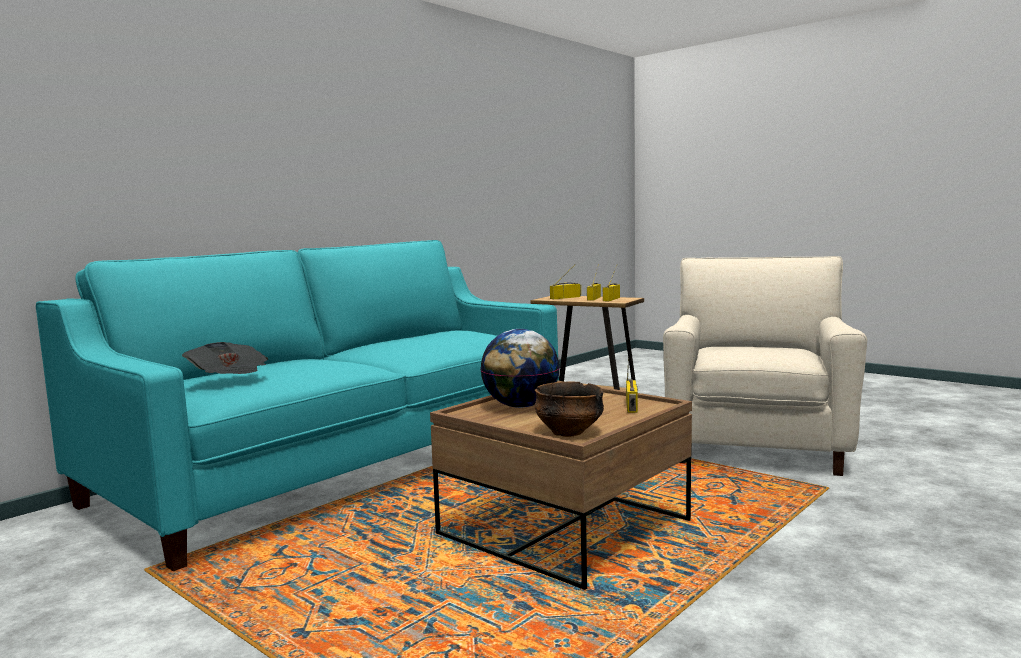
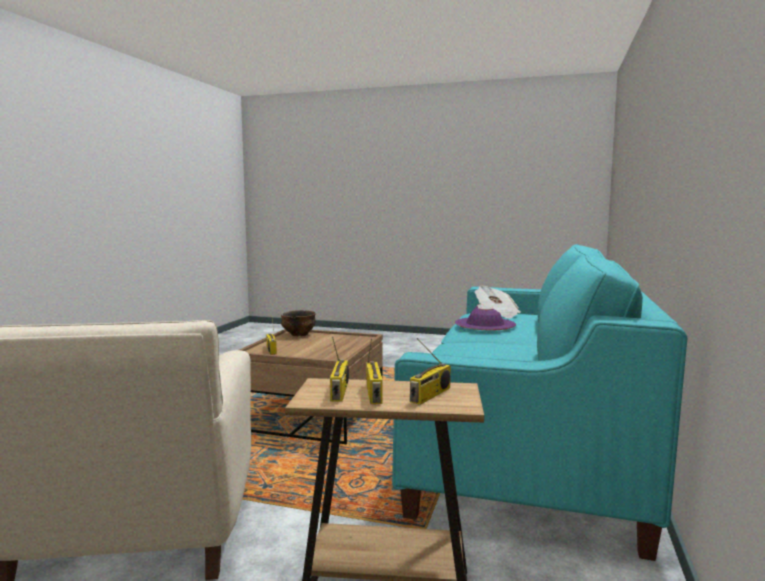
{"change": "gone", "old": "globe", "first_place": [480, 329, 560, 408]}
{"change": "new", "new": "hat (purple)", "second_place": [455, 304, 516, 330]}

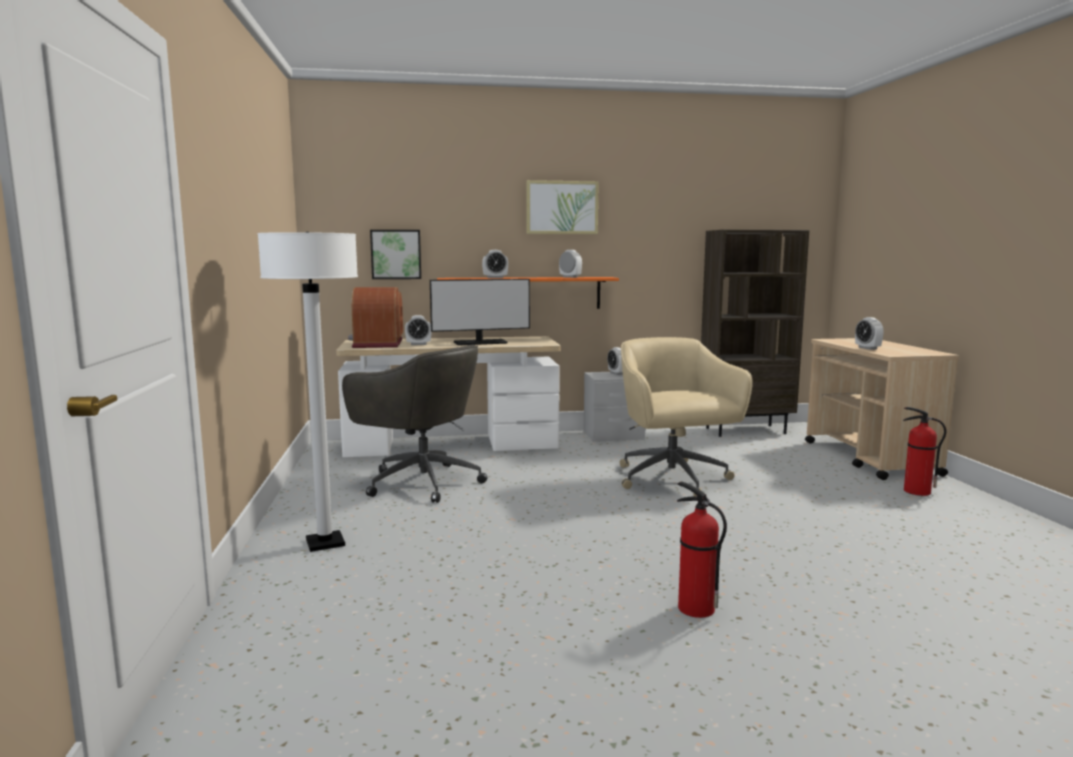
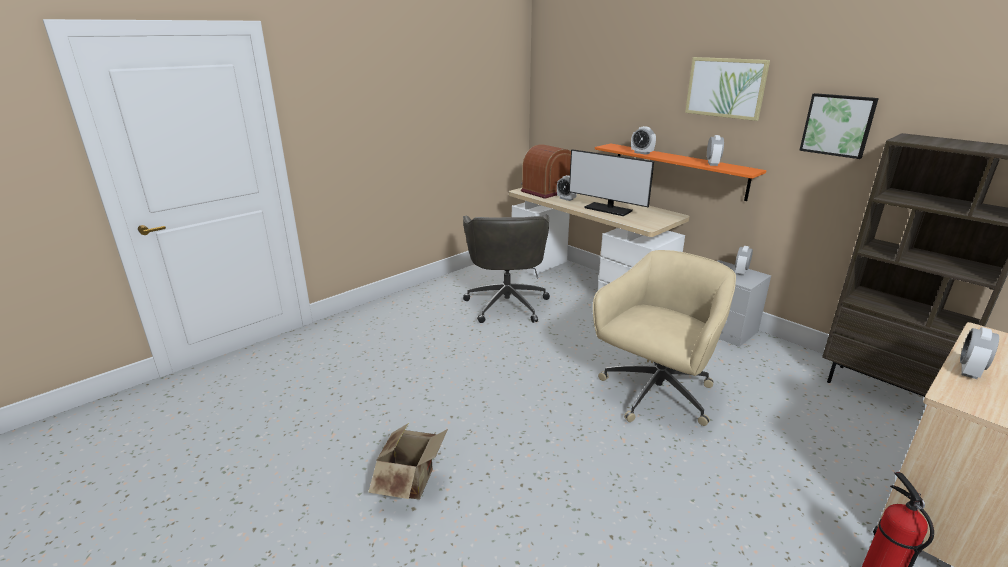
{"change": "gone", "old": "floor lamp (white)", "first_place": [257, 232, 358, 552]}
{"change": "shifted", "old": "picture", "first_place": [370, 230, 421, 279], "second_place": [799, 93, 879, 159]}
{"change": "swapped", "old": "fire extinguisher", "new": "cardboard box", "first_place": [677, 482, 727, 618], "second_place": [368, 424, 448, 500]}

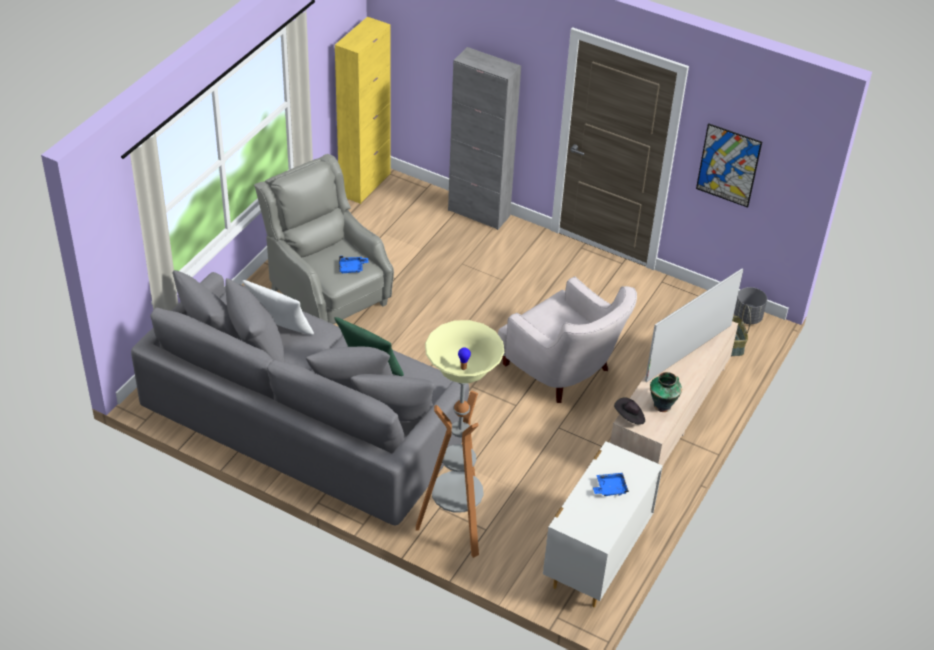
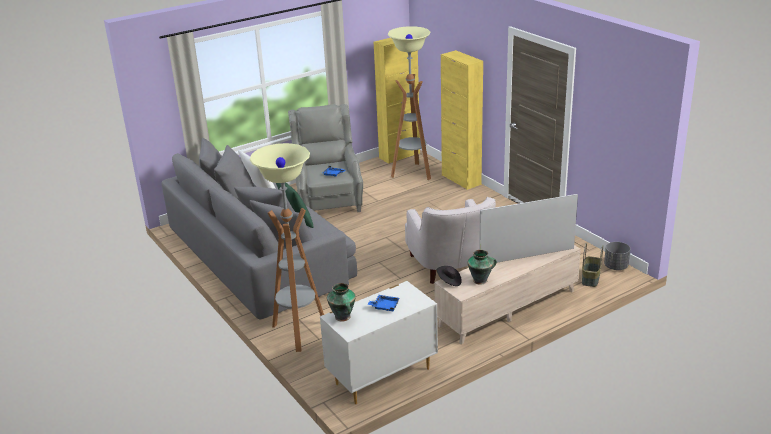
{"change": "repainted", "old": "cabinet (grey)", "new": "cabinet (yellow)", "first_place": [448, 47, 521, 230], "second_place": [441, 50, 483, 190]}
{"change": "gone", "old": "picture", "first_place": [696, 123, 762, 208]}
{"change": "new", "new": "vase", "second_place": [327, 283, 356, 322]}
{"change": "new", "new": "floor lamp", "second_place": [387, 26, 431, 180]}

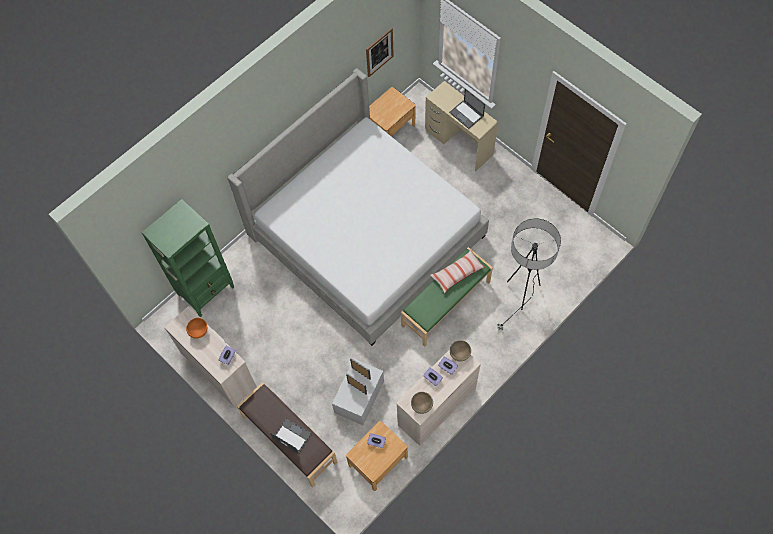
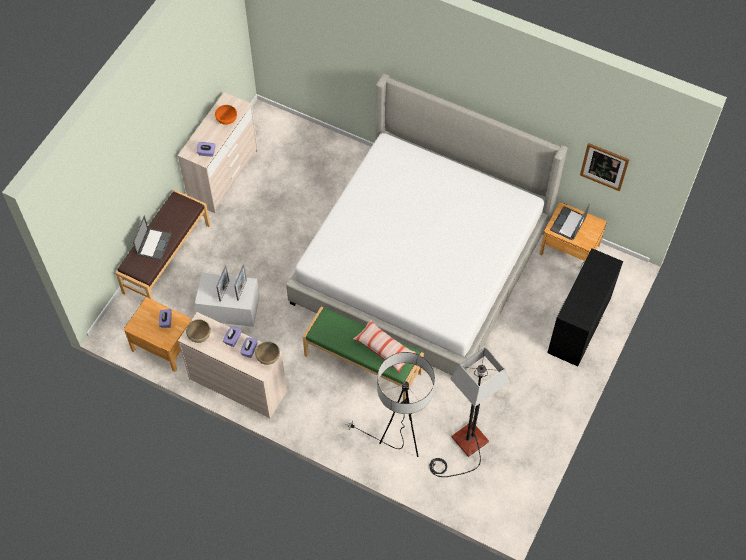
{"change": "gone", "old": "bookcase (green)", "first_place": [142, 199, 234, 317]}
{"change": "repainted", "old": "desk (beige)", "new": "desk (black)", "first_place": [425, 81, 498, 171], "second_place": [547, 248, 623, 367]}
{"change": "shifted", "old": "laptop", "first_place": [449, 89, 485, 129], "second_place": [550, 204, 590, 241]}
{"change": "new", "new": "floor lamp", "second_place": [430, 347, 509, 477]}

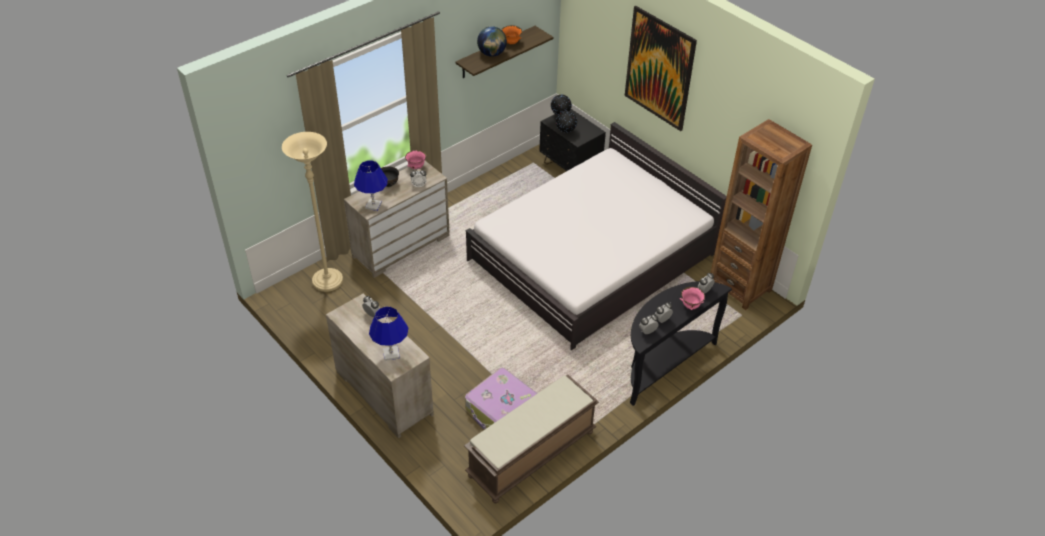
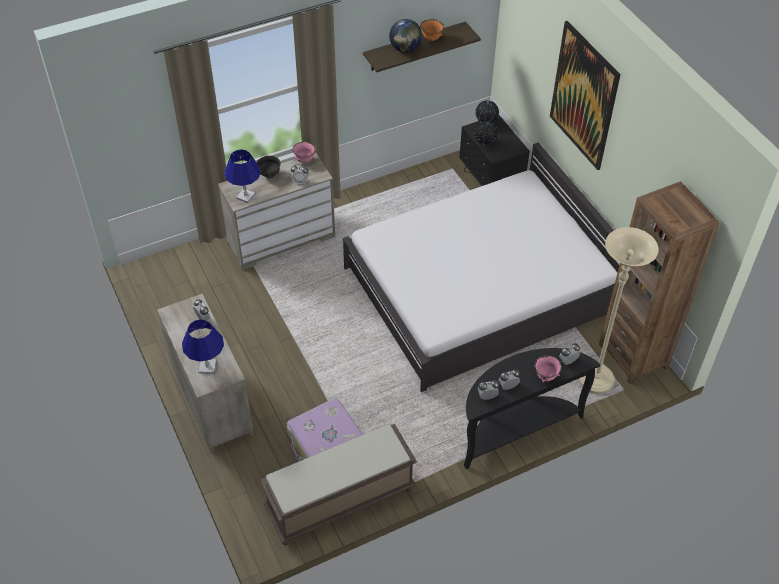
{"change": "shifted", "old": "floor lamp (beige)", "first_place": [282, 132, 343, 292], "second_place": [579, 227, 659, 394]}

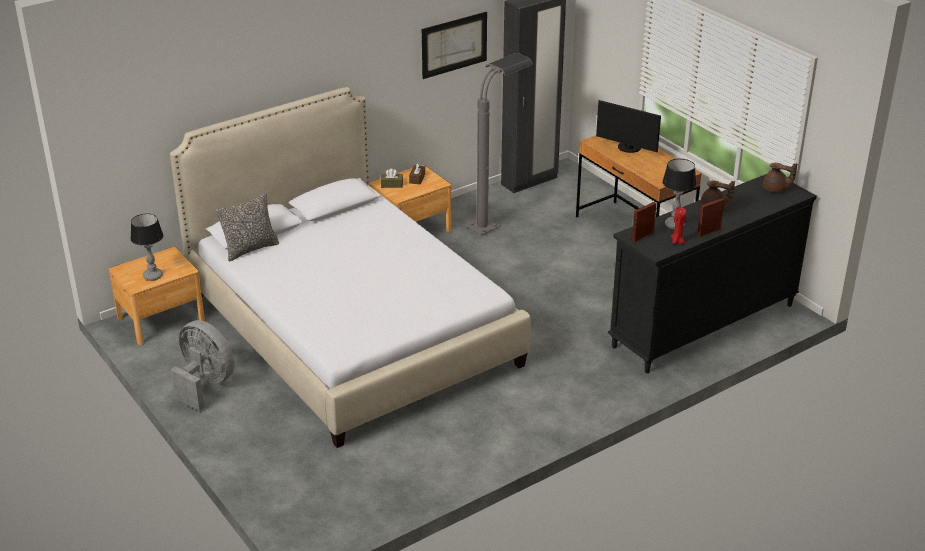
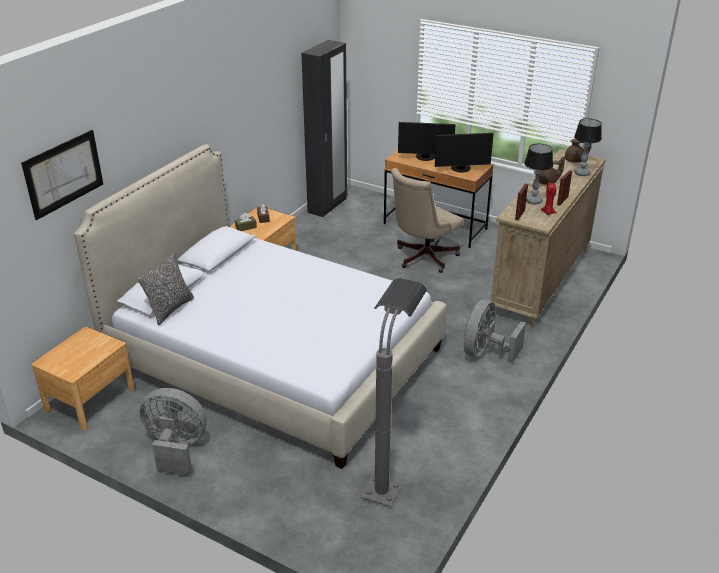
{"change": "shifted", "old": "table lamp", "first_place": [130, 213, 163, 281], "second_place": [574, 118, 602, 176]}
{"change": "shifted", "old": "picture", "first_place": [422, 12, 487, 79], "second_place": [21, 130, 103, 220]}
{"change": "shifted", "old": "floor lamp (grey)", "first_place": [464, 53, 533, 235], "second_place": [360, 278, 427, 507]}
{"change": "repainted", "old": "dresser (black)", "new": "dresser (beige)", "first_place": [607, 174, 817, 373], "second_place": [490, 149, 606, 328]}
{"change": "new", "new": "office chair (beige)", "second_place": [391, 168, 463, 273]}
{"change": "new", "new": "monitor", "second_place": [435, 133, 494, 173]}
{"change": "new", "new": "fan (grey)", "second_place": [464, 299, 526, 363]}

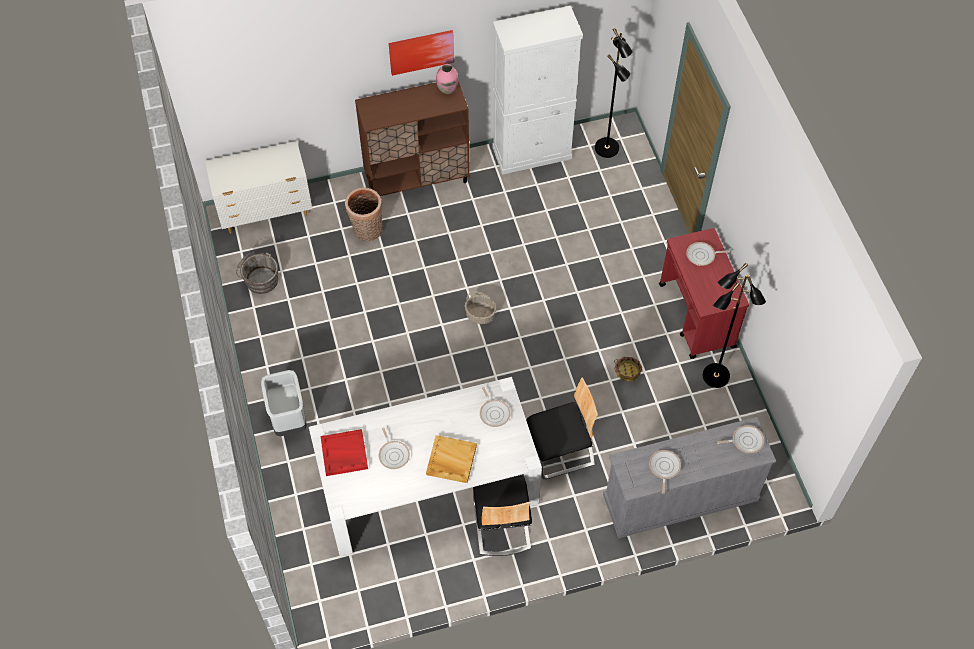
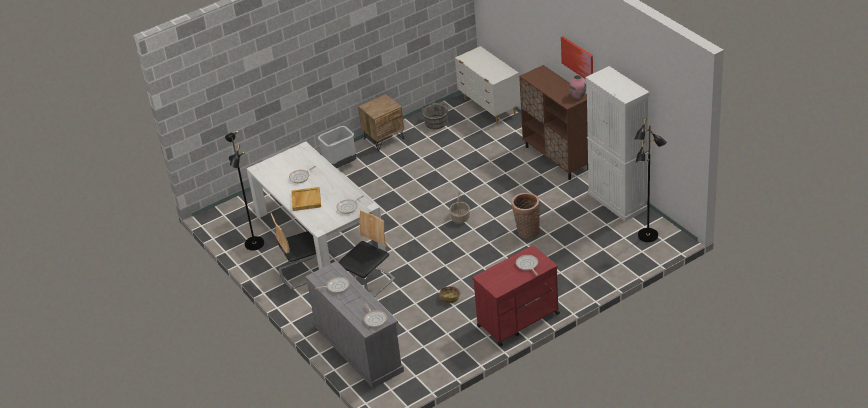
{"change": "gone", "old": "tray (red)", "first_place": [320, 429, 368, 476]}
{"change": "shifted", "old": "basket", "first_place": [345, 188, 383, 242], "second_place": [511, 193, 540, 239]}
{"change": "rotated", "old": "chair", "first_place": [526, 377, 598, 479], "second_place": [339, 210, 396, 297], "degrees": -105}
{"change": "shifted", "old": "floor lamp (black)", "first_place": [703, 263, 766, 388], "second_place": [225, 131, 264, 251]}
{"change": "new", "new": "nightstand (brown)", "second_place": [358, 94, 404, 151]}

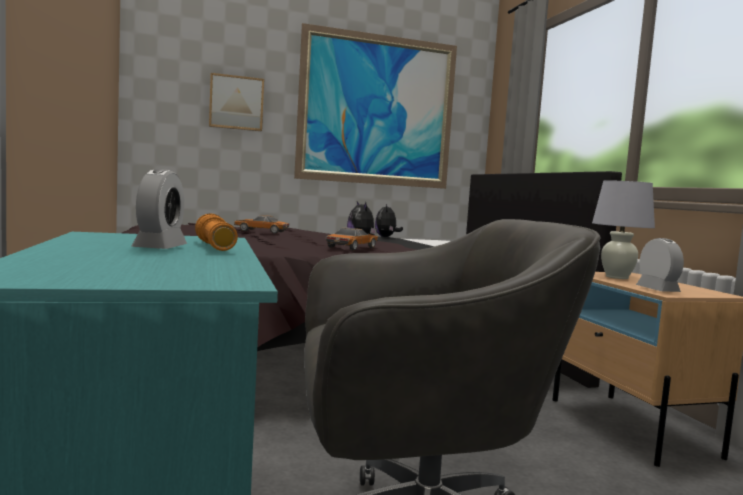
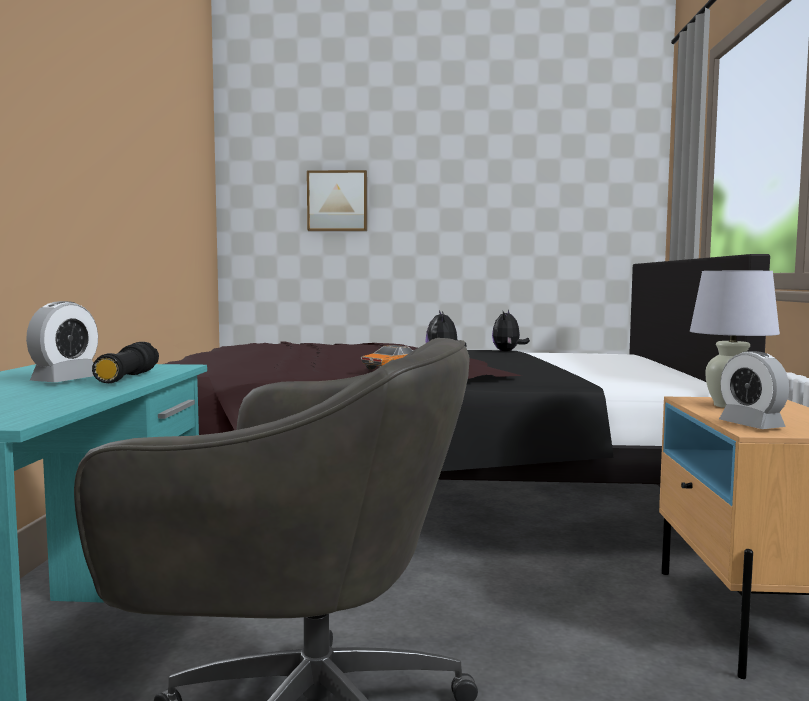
{"change": "repainted", "old": "flashlight (orange)", "new": "flashlight (black)", "first_place": [195, 213, 238, 251], "second_place": [92, 342, 159, 383]}
{"change": "gone", "old": "toy car", "first_place": [234, 215, 289, 234]}
{"change": "gone", "old": "picture", "first_place": [294, 23, 457, 189]}
{"change": "rotated", "old": "alarm clock", "first_place": [636, 238, 684, 292], "second_place": [719, 351, 789, 429], "degrees": 150}

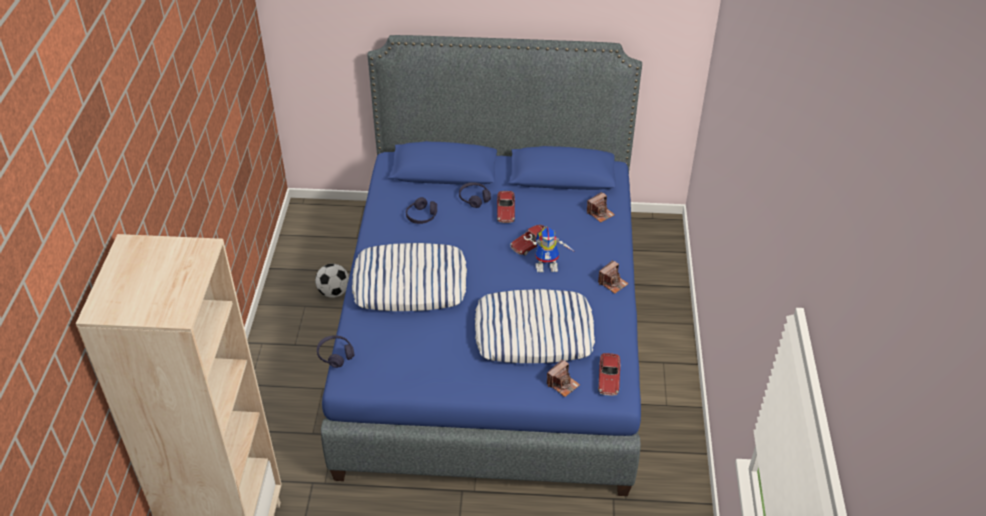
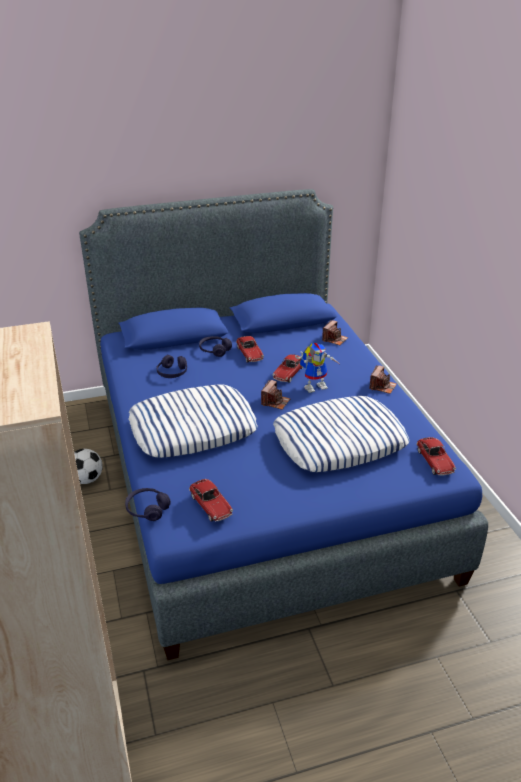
{"change": "shifted", "old": "photo camera", "first_place": [547, 359, 580, 397], "second_place": [261, 380, 290, 410]}
{"change": "new", "new": "toy car", "second_place": [189, 479, 233, 522]}

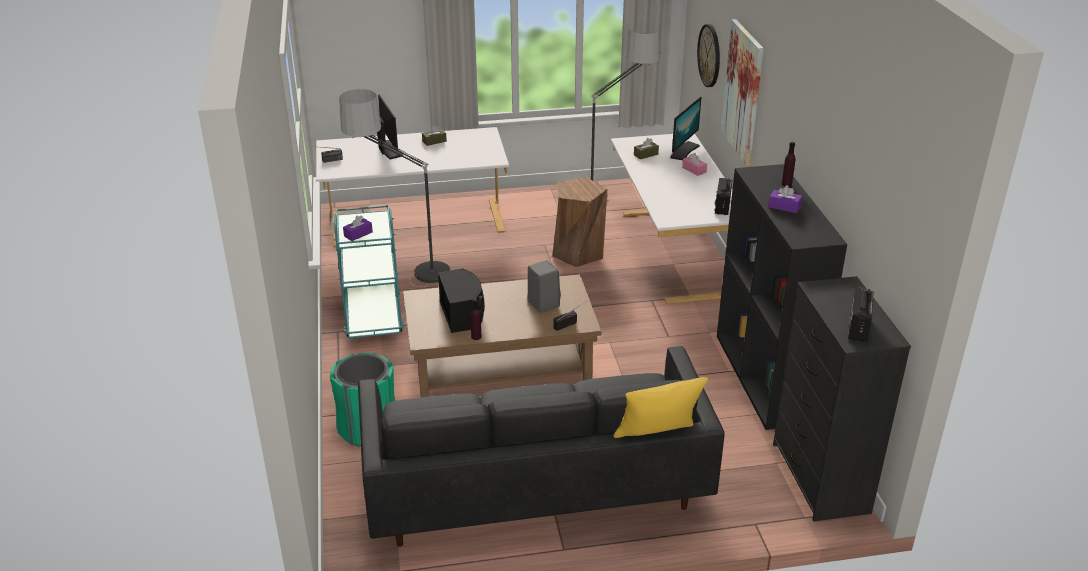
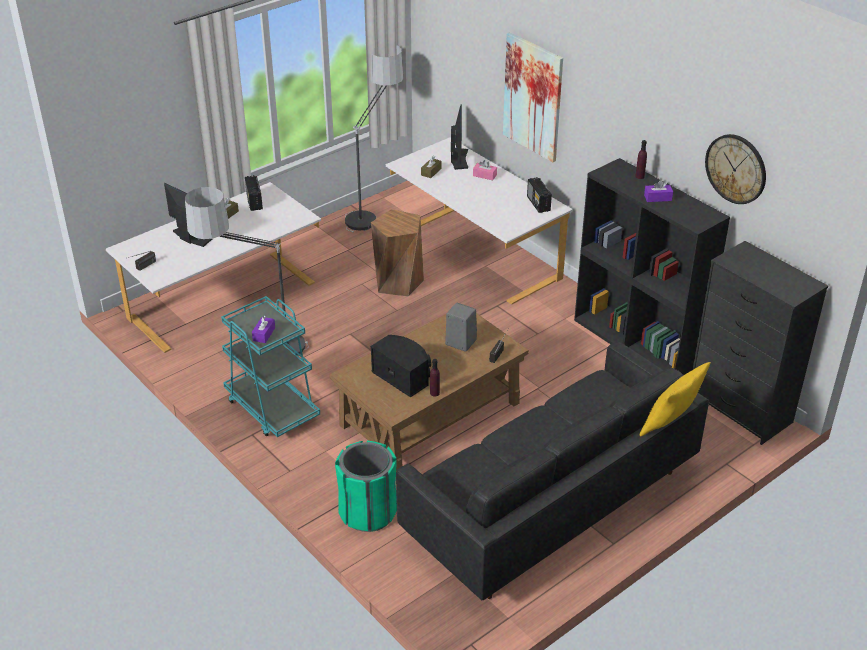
{"change": "shifted", "old": "wall clock", "first_place": [697, 24, 720, 87], "second_place": [705, 134, 766, 204]}
{"change": "shifted", "old": "radio", "first_place": [848, 288, 874, 342], "second_place": [245, 175, 263, 211]}

